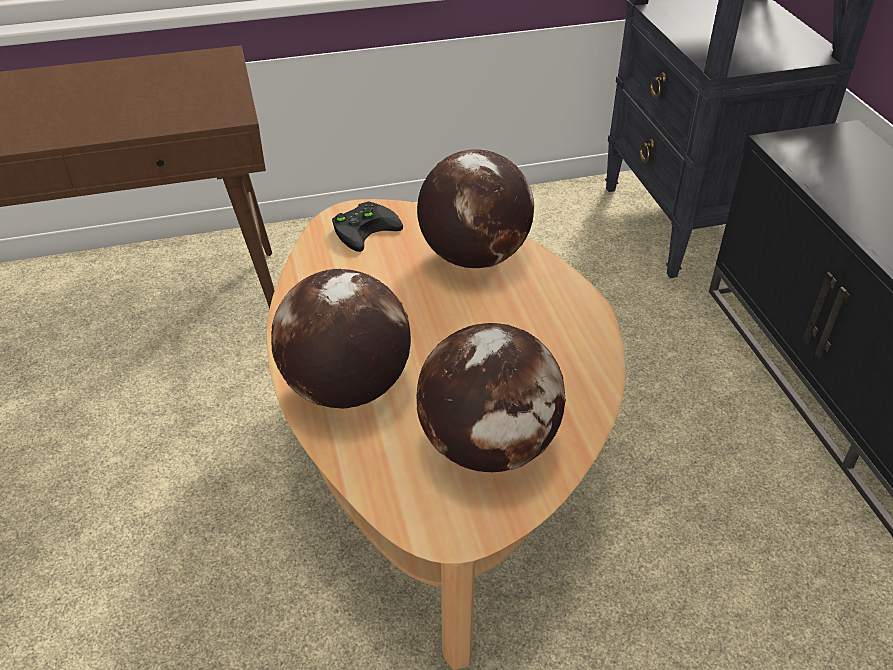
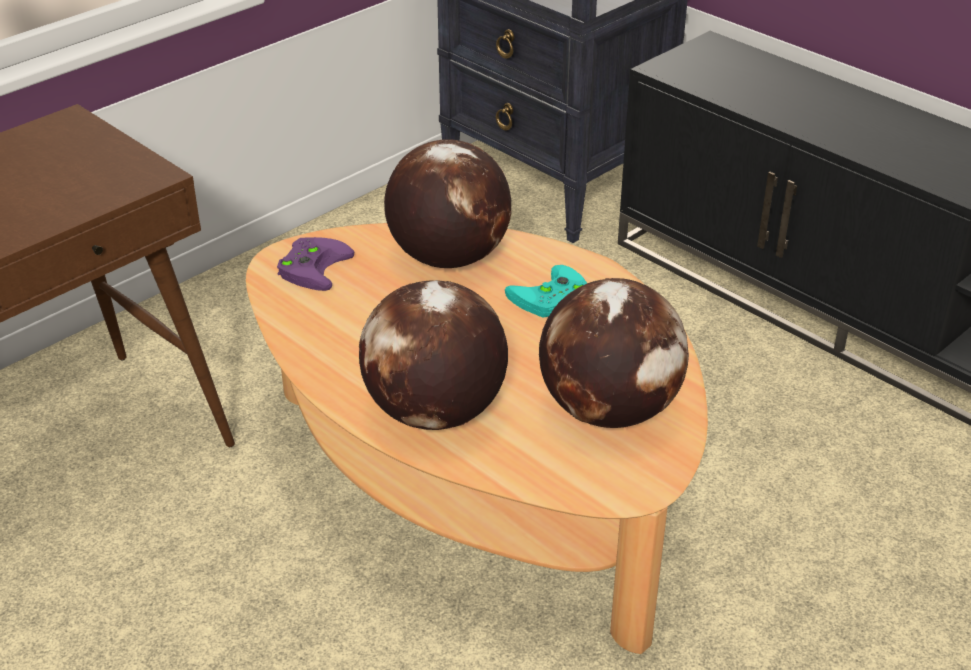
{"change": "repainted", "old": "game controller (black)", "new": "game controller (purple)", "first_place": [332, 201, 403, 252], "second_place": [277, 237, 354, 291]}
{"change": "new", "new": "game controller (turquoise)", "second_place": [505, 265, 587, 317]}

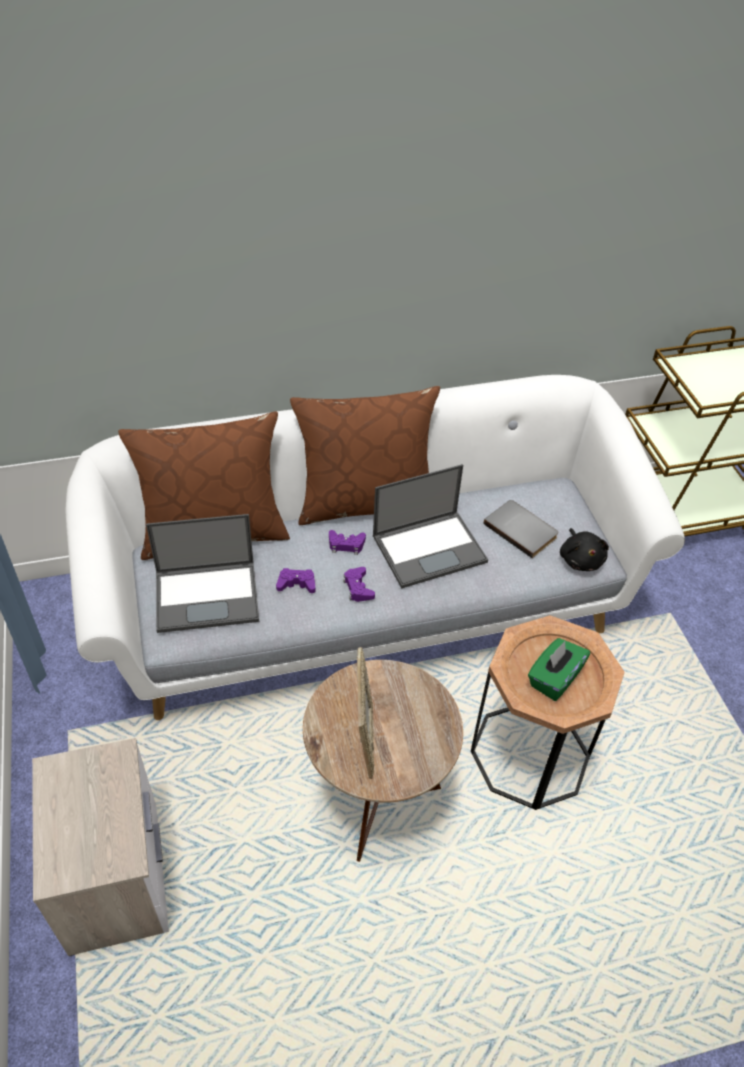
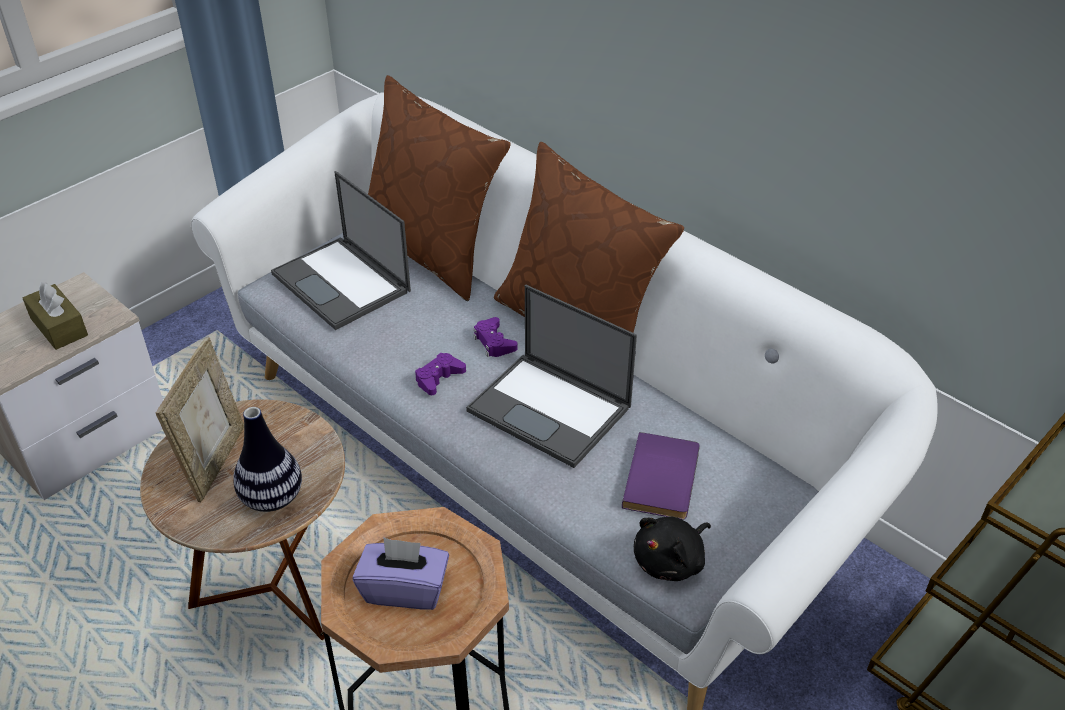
{"change": "gone", "old": "game controller (purple)", "first_place": [276, 568, 316, 593]}
{"change": "rotated", "old": "picture frame", "first_place": [357, 647, 374, 779], "second_place": [156, 337, 244, 502], "degrees": -45}
{"change": "repainted", "old": "book (grey)", "new": "book (purple)", "first_place": [484, 500, 558, 558], "second_place": [622, 432, 700, 520]}
{"change": "repainted", "old": "tissue box (green)", "new": "tissue box (purple)", "first_place": [528, 638, 590, 701], "second_place": [353, 537, 449, 610]}
{"change": "new", "new": "tissue box (brown)", "second_place": [23, 282, 88, 350]}
{"change": "new", "new": "vase", "second_place": [233, 407, 302, 512]}

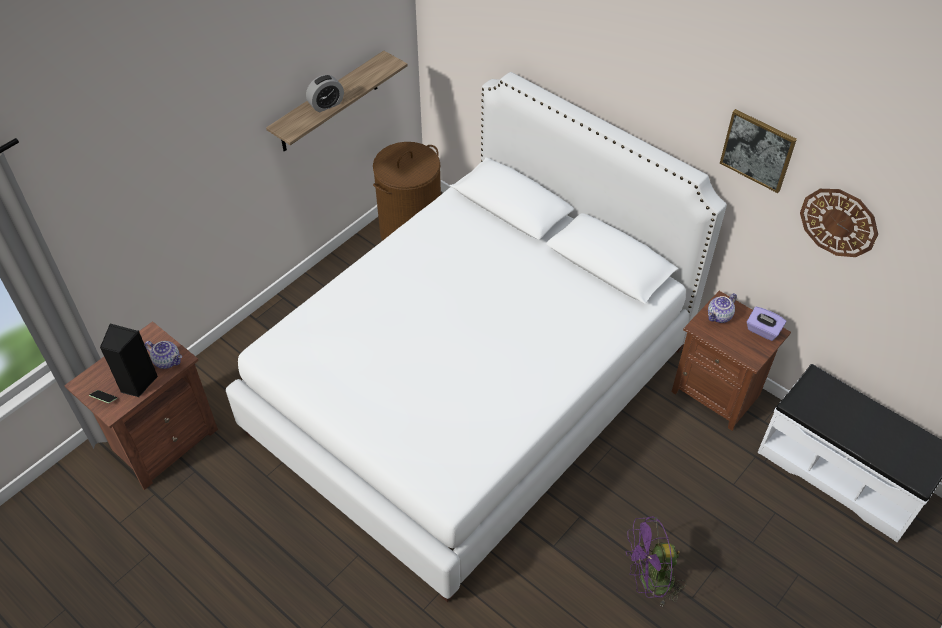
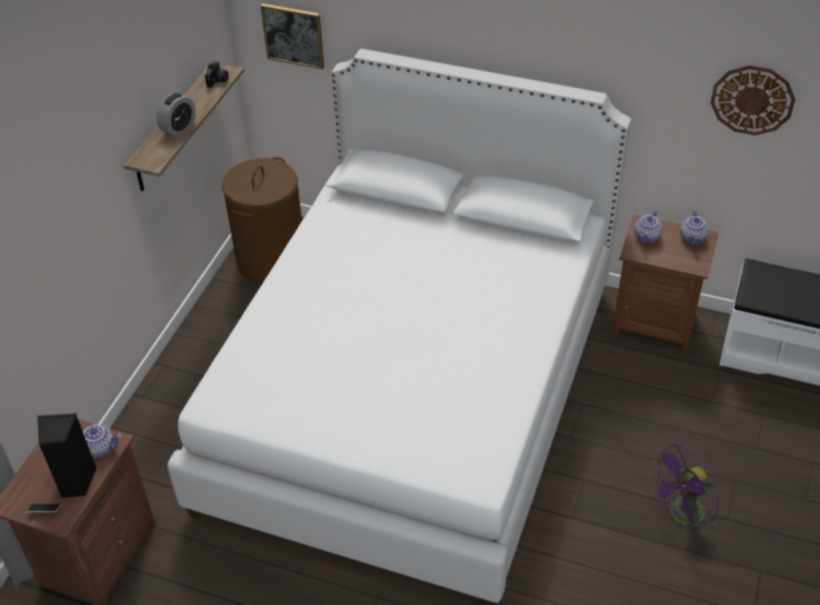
{"change": "shifted", "old": "picture", "first_place": [720, 109, 797, 193], "second_place": [261, 3, 324, 70]}
{"change": "swapped", "old": "tissue box (purple)", "new": "teapot", "first_place": [747, 307, 786, 341], "second_place": [680, 210, 709, 245]}
{"change": "new", "new": "photo camera", "second_place": [205, 61, 229, 88]}

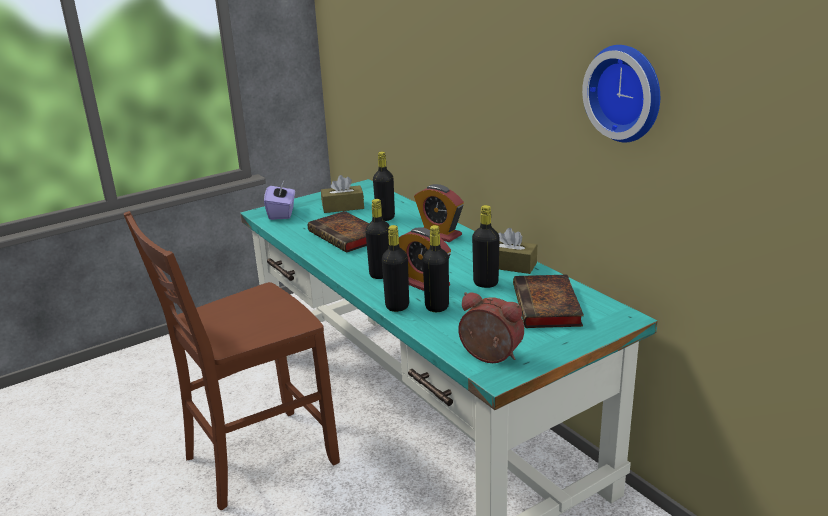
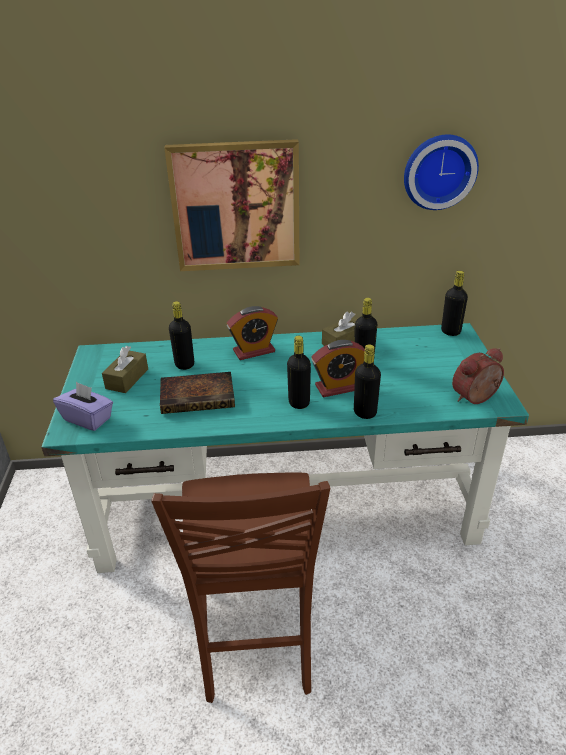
{"change": "shifted", "old": "bottle (black)", "first_place": [422, 225, 449, 312], "second_place": [441, 271, 468, 336]}
{"change": "gone", "old": "book", "first_place": [513, 275, 584, 328]}
{"change": "new", "new": "picture", "second_place": [164, 139, 299, 271]}

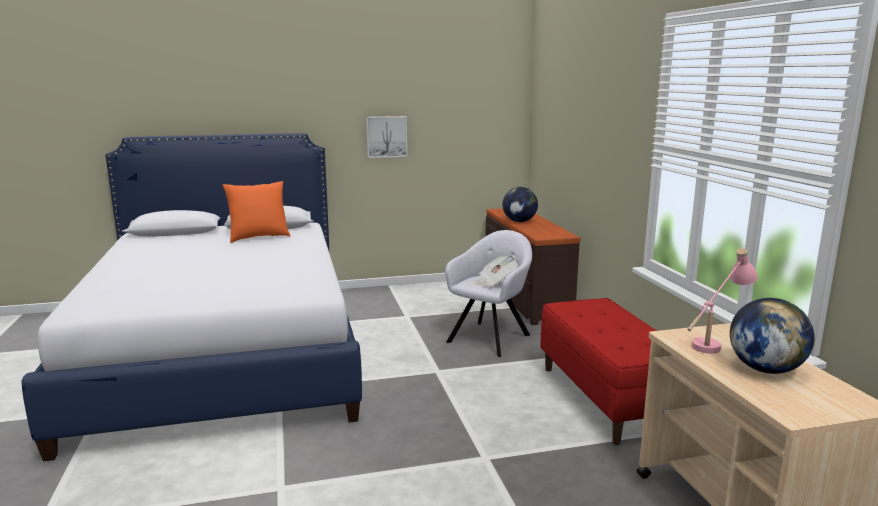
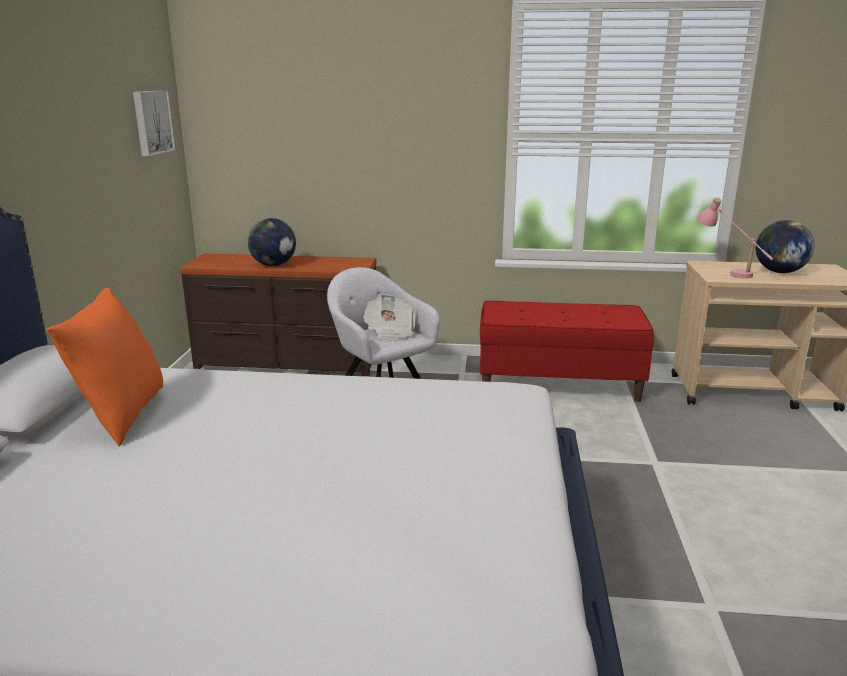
{"change": "shifted", "old": "picture", "first_place": [366, 116, 407, 158], "second_place": [133, 90, 175, 156]}

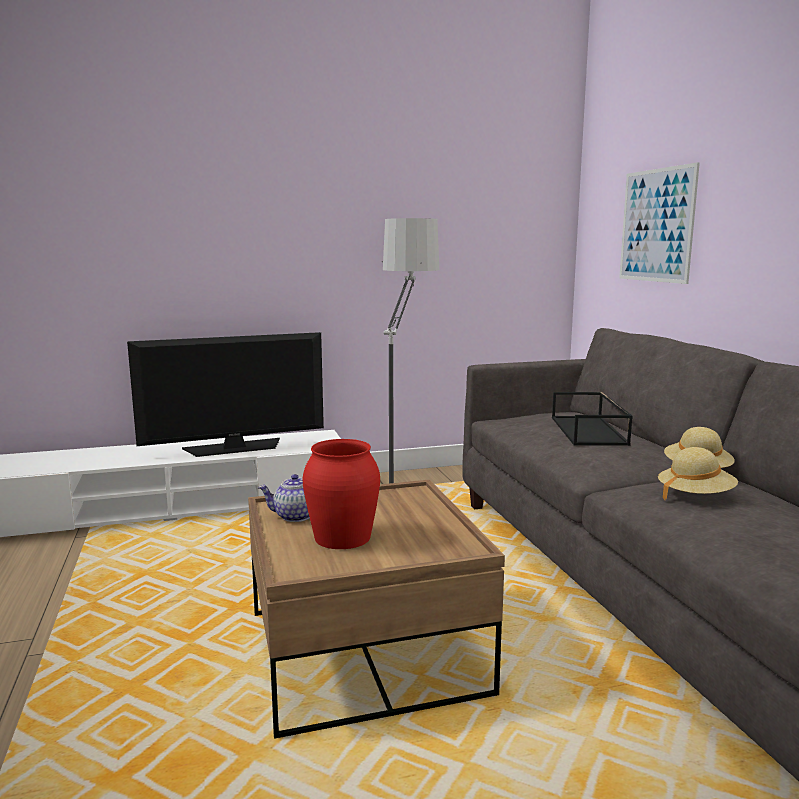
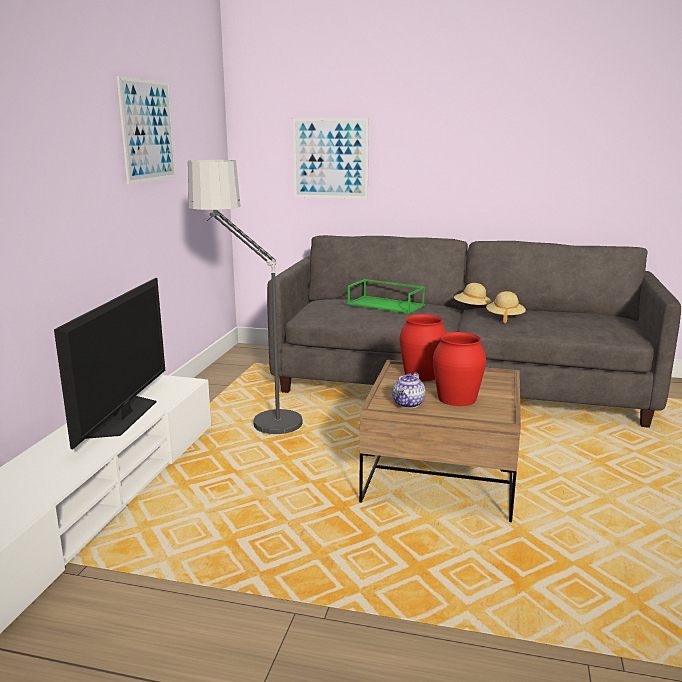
{"change": "repainted", "old": "tray (black)", "new": "tray (green)", "first_place": [552, 392, 633, 446], "second_place": [347, 279, 425, 314]}
{"change": "new", "new": "picture", "second_place": [117, 76, 176, 184]}
{"change": "new", "new": "vase (red)", "second_place": [400, 314, 446, 381]}

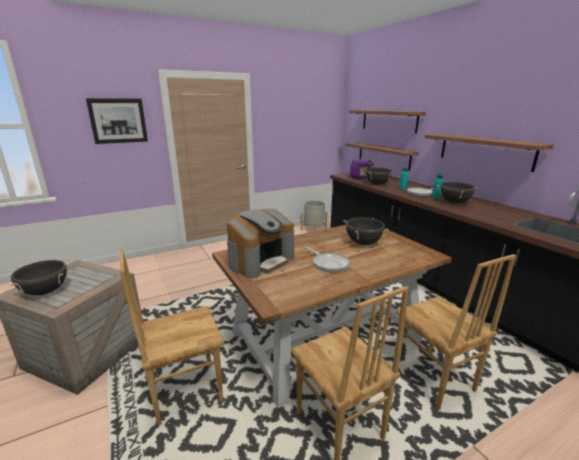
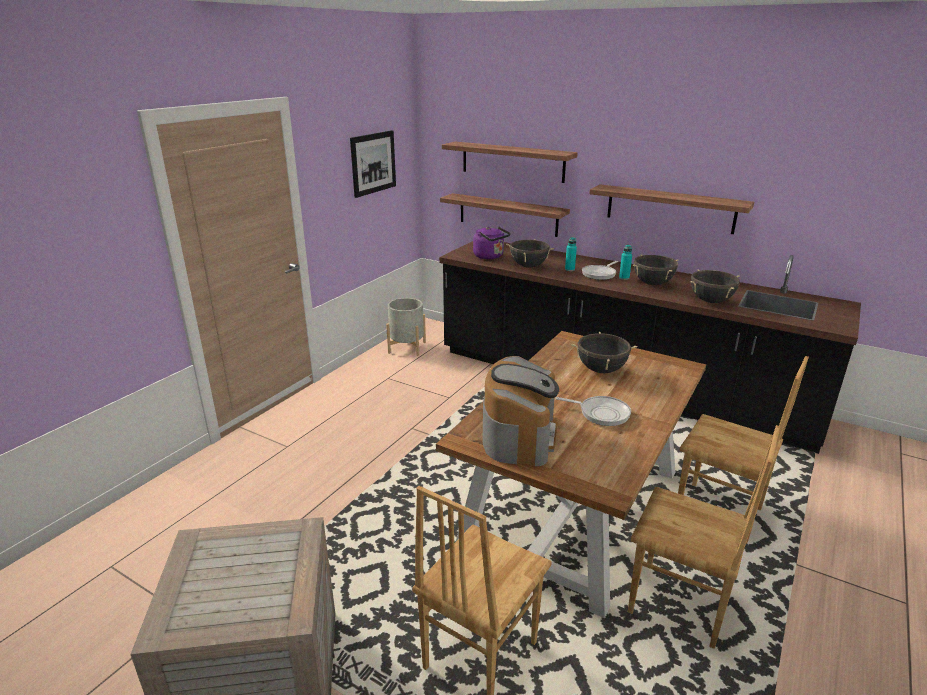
{"change": "shifted", "old": "cooking pot (black)", "first_place": [11, 258, 67, 295], "second_place": [690, 269, 740, 303]}
{"change": "shifted", "old": "picture", "first_place": [86, 98, 148, 144], "second_place": [350, 130, 396, 198]}

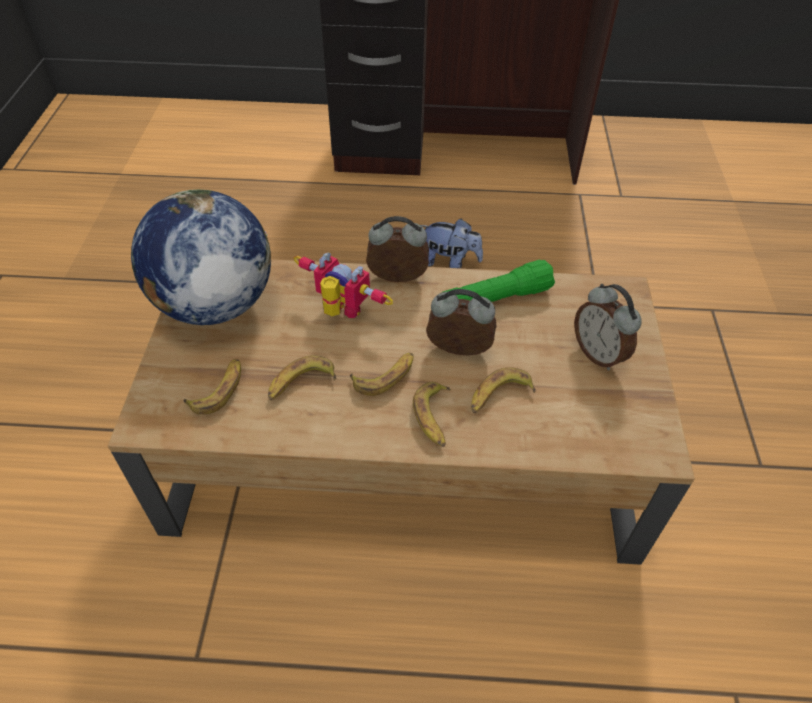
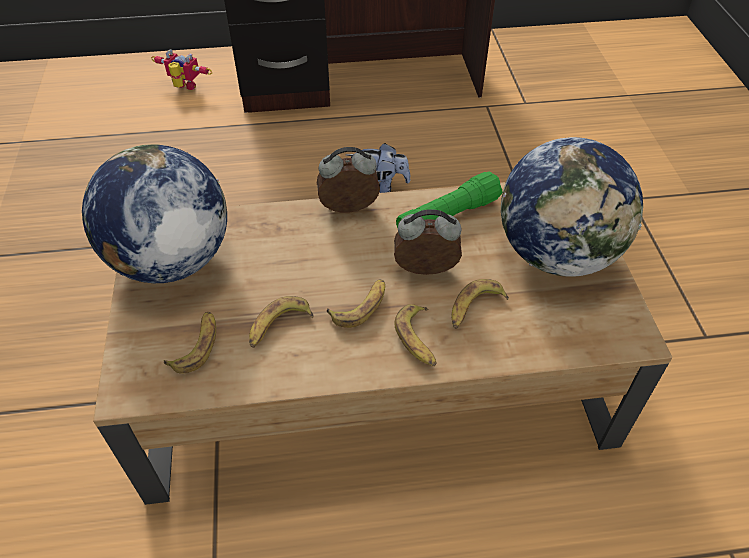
{"change": "shifted", "old": "toy robot", "first_place": [294, 252, 393, 318], "second_place": [151, 49, 212, 90]}
{"change": "swapped", "old": "alarm clock", "new": "globe", "first_place": [574, 284, 642, 371], "second_place": [501, 137, 643, 277]}

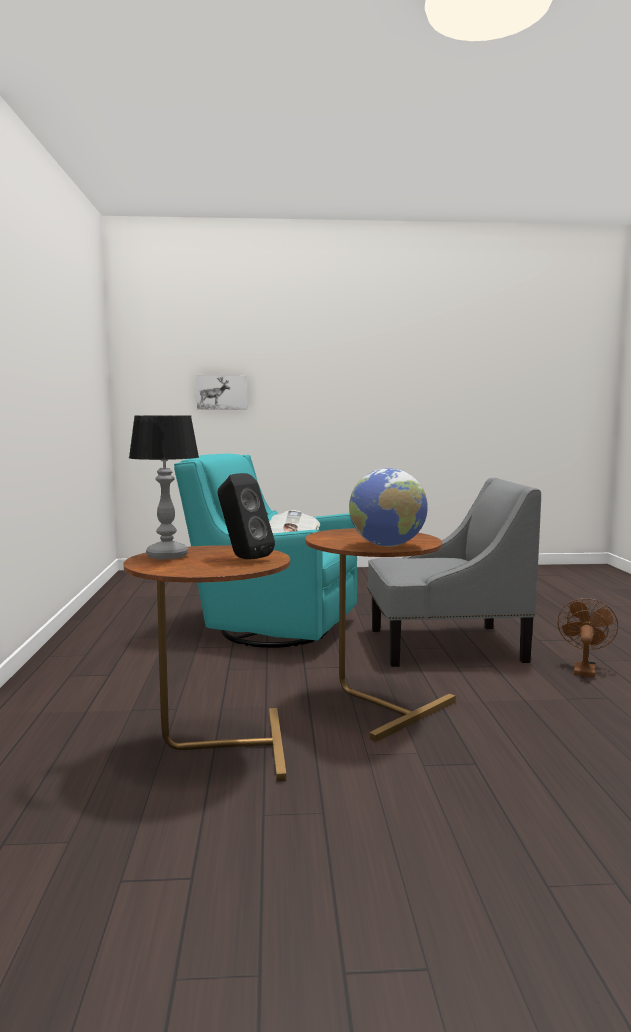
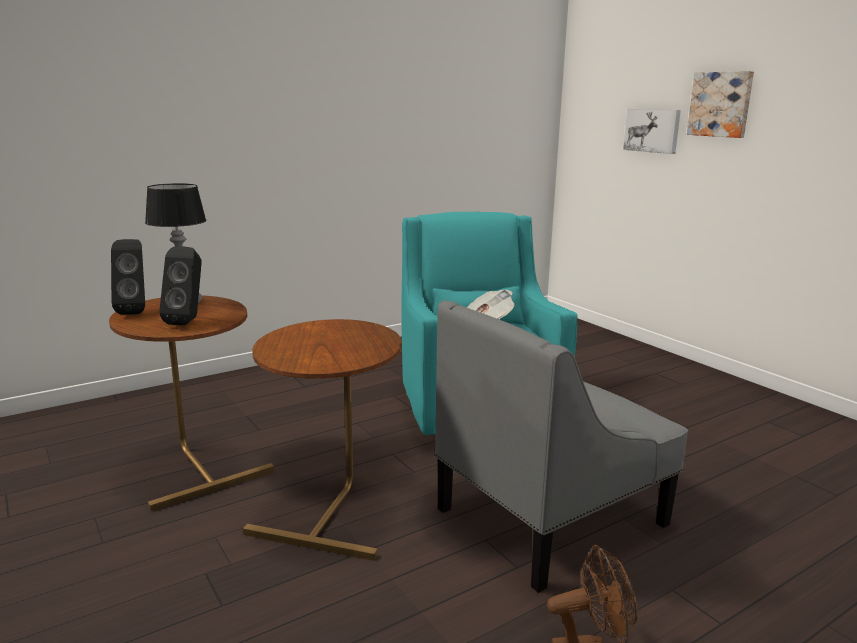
{"change": "gone", "old": "globe", "first_place": [349, 468, 428, 547]}
{"change": "rotated", "old": "armchair (grey)", "first_place": [368, 478, 541, 667], "second_place": [435, 300, 688, 593], "degrees": 90}
{"change": "new", "new": "speaker (black)", "second_place": [111, 239, 145, 315]}
{"change": "new", "new": "picture", "second_place": [687, 71, 754, 138]}

